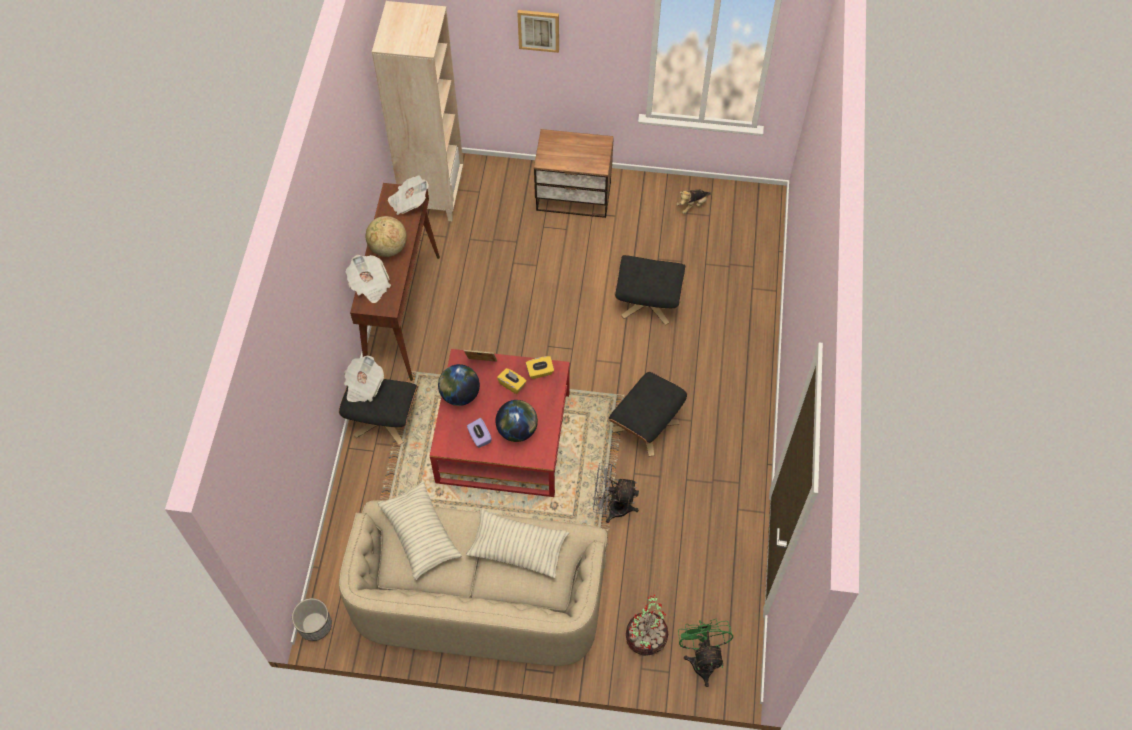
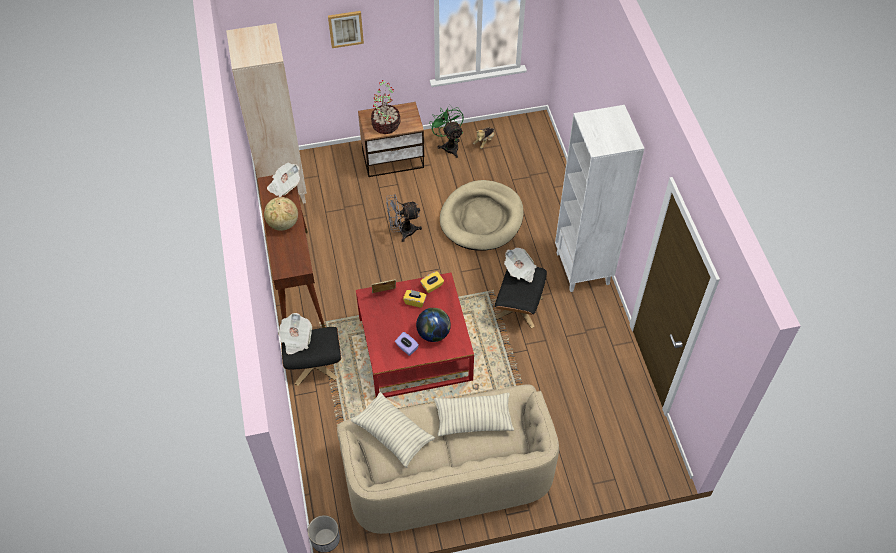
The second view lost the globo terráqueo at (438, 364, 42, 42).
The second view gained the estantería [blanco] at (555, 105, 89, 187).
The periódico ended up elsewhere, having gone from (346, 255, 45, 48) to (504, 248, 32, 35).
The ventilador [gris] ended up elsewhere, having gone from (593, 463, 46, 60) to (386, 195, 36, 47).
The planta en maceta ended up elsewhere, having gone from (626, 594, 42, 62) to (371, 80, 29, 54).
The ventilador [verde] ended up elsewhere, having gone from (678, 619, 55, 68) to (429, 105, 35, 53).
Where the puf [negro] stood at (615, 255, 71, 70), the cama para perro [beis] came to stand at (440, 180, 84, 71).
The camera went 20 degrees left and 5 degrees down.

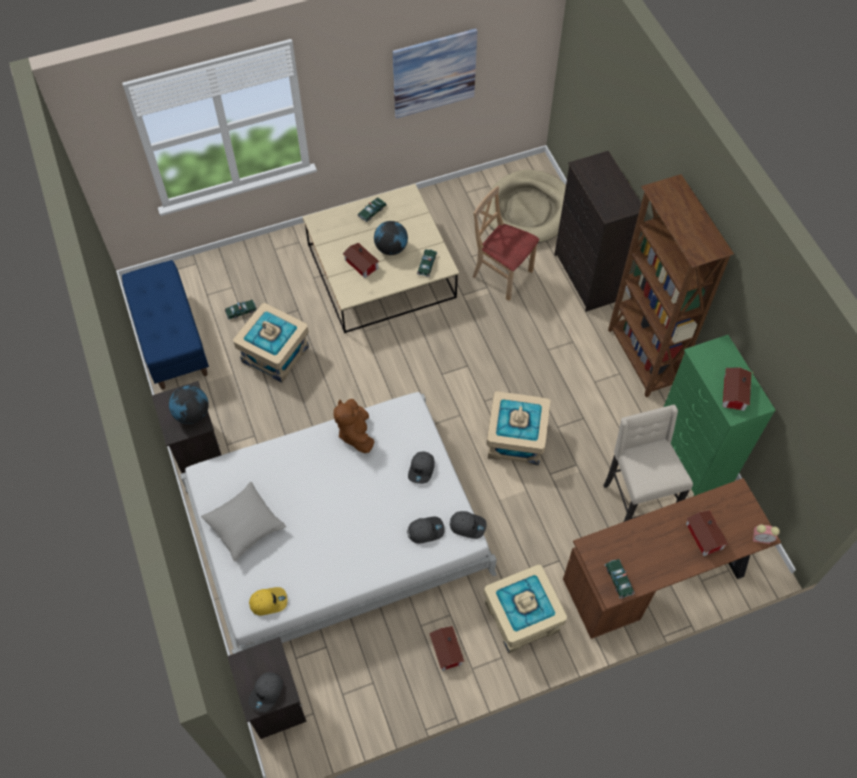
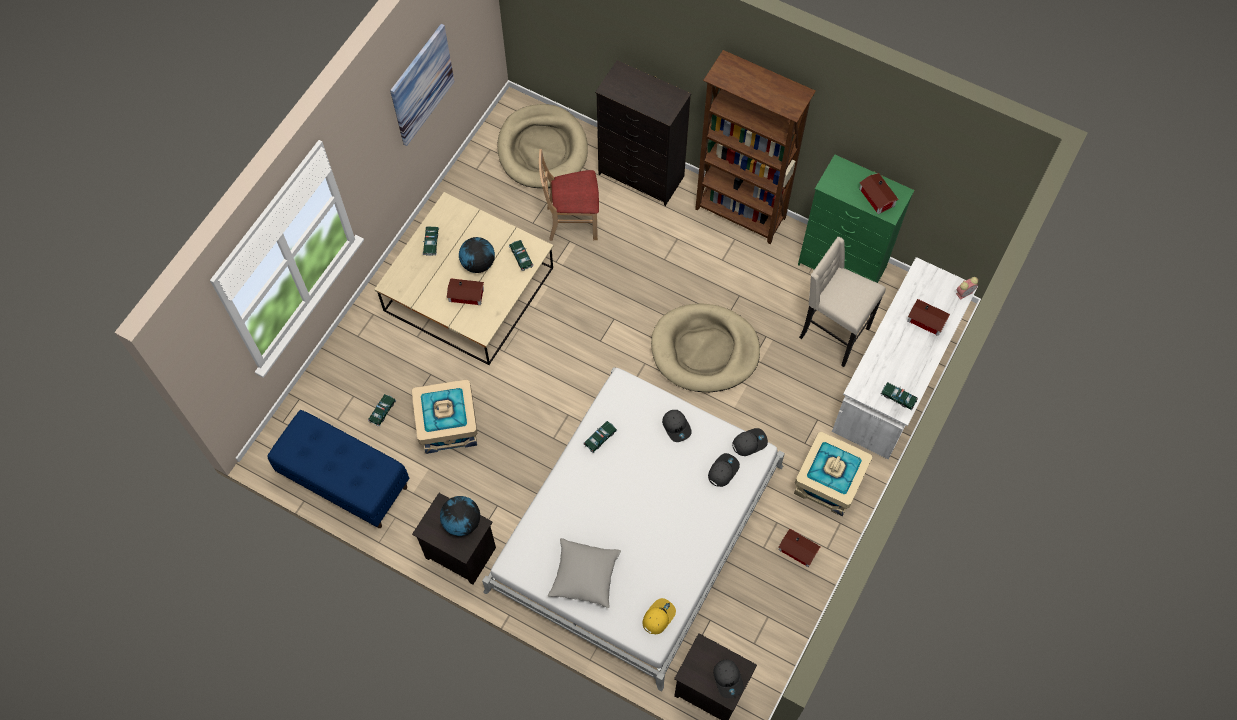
Where the peluche [marrón] stood at (334, 399, 40, 54), the coche de juguete came to stand at (583, 421, 34, 32).
Where the caja de almacenaje [beis] stood at (487, 391, 64, 74), the cama para perro [beis] came to stand at (651, 303, 109, 89).
What was the escritorio [marrón] at (563, 478, 218, 161) turned into the escritorio [blanco] at (832, 257, 145, 202).
The camera went 40 degrees left and 5 degrees up.

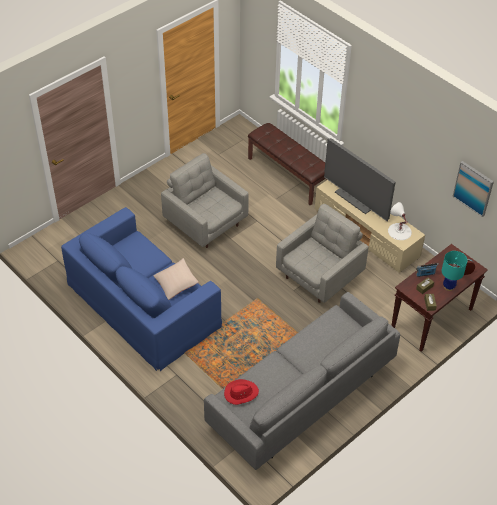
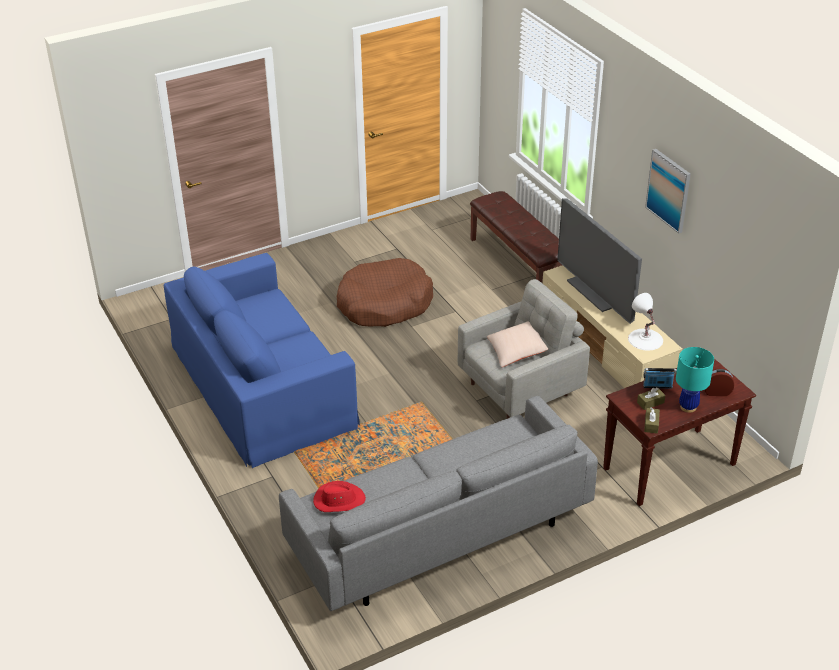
The cojín [beis] ended up elsewhere, having gone from (153, 258, 46, 42) to (487, 322, 61, 45).
The cuadro ended up elsewhere, having gone from (452, 161, 42, 56) to (645, 149, 46, 85).
Where the sillón [gris] stood at (161, 153, 88, 95), the cama para perro [marrón] came to stand at (337, 258, 96, 69).
The camera went 15 degrees right and 10 degrees down.

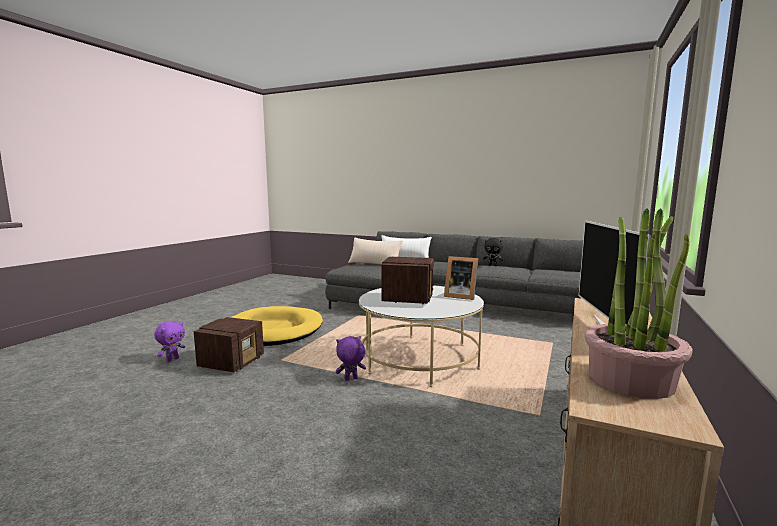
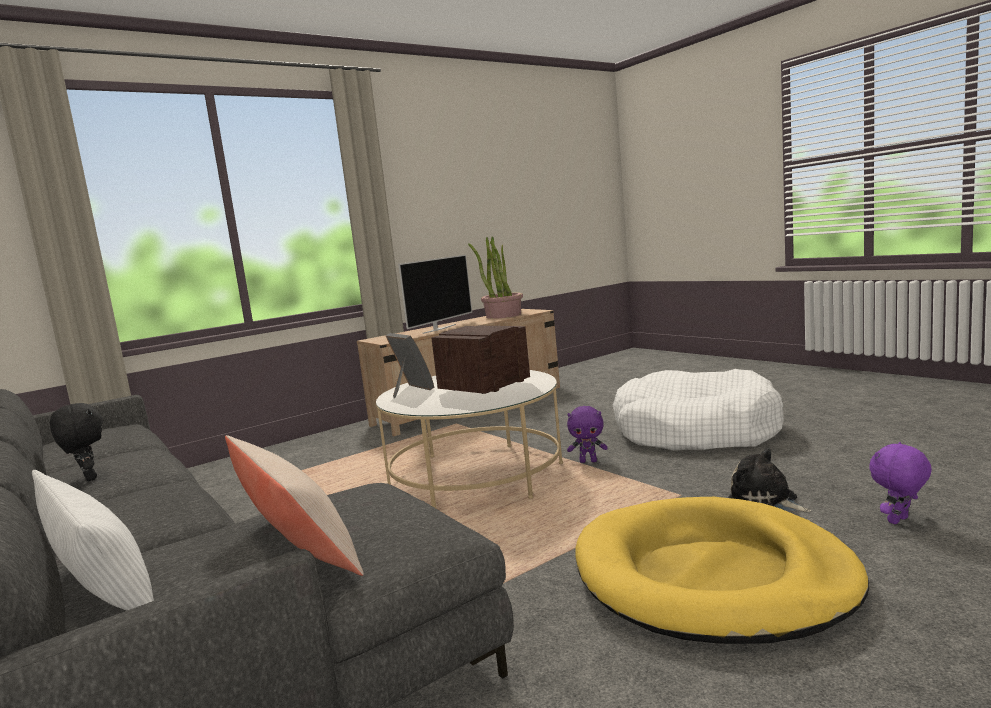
The second view gained the cama para perro [blanco] at (613, 369, 171, 82).
Where the radio stood at (194, 317, 70, 55), the peluche came to stand at (728, 448, 83, 64).
The camera went 150 degrees left and 0 degrees up.

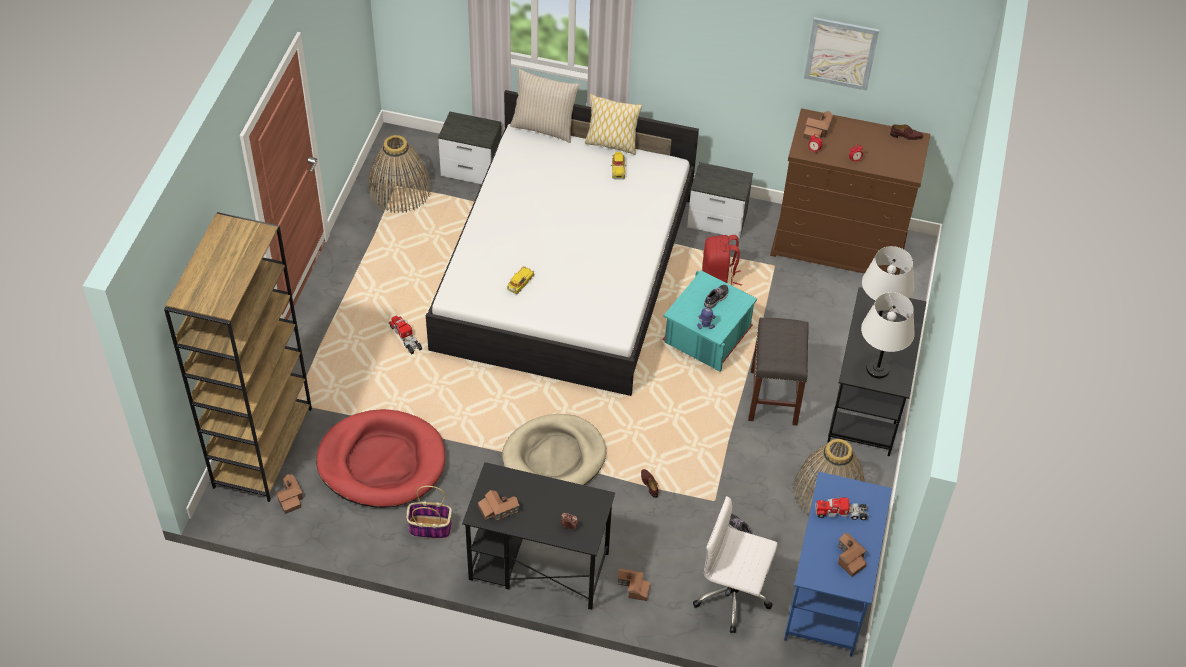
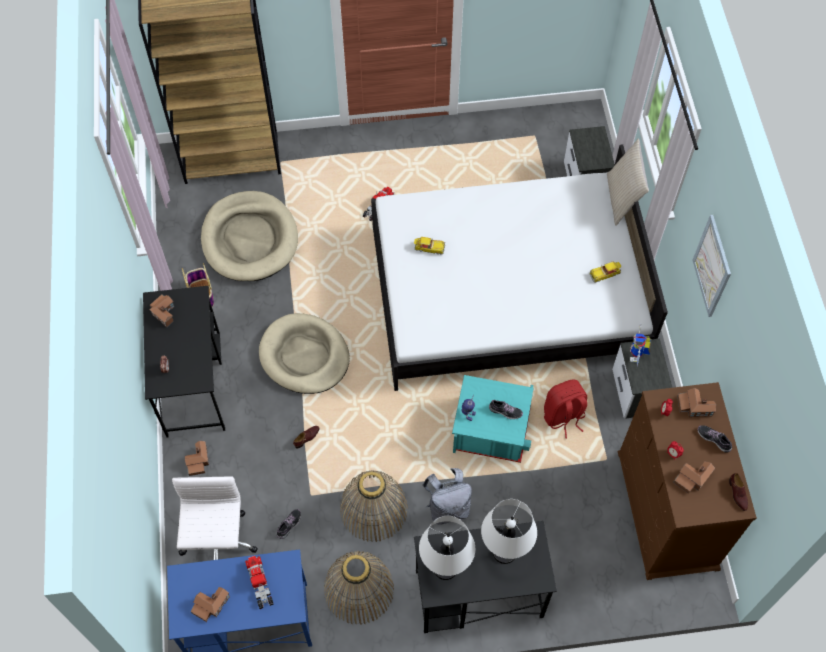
The second view lost the cojín at (585, 94, 57, 61).
The second view gained the robot de juguete at (630, 323, 21, 42).
The second view gained the zapato at (698, 425, 34, 28).
The casita ended up elsewhere, having gone from (276, 474, 27, 40) to (673, 461, 42, 33).
The cesta ended up elsewhere, having gone from (368, 135, 63, 78) to (340, 470, 68, 72).
The cuadro ended up elsewhere, having gone from (804, 17, 75, 74) to (692, 215, 39, 102).
Where the taburete [gris] stood at (748, 318, 61, 107), the mochila [gris] came to stand at (422, 468, 50, 57).
What was the cama para perro [rojo] at (316, 409, 129, 99) turned into the cama para perro [beis] at (201, 191, 97, 90).
The camera went 70 degrees right and 10 degrees up.

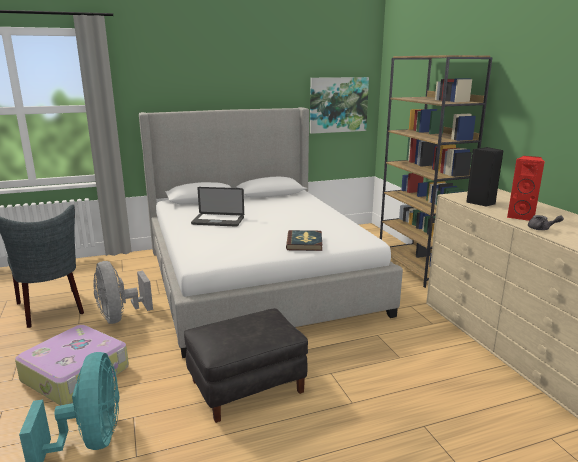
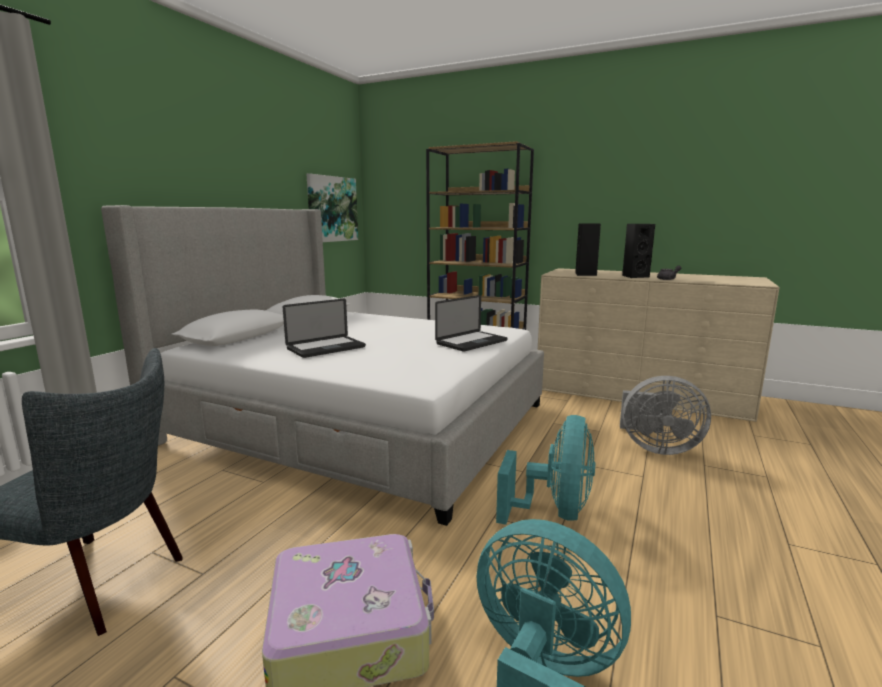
The ventilador [gris] ended up elsewhere, having gone from (93, 261, 60, 63) to (620, 376, 91, 79).
Where the puf [negro] stood at (184, 308, 124, 115), the ventilador [turquesa] came to stand at (496, 415, 99, 110).
Where the libro stood at (286, 230, 36, 21), the portátil came to stand at (435, 295, 73, 57).
What was the altavoz [rojo] at (507, 156, 38, 65) turned into the altavoz [negro] at (622, 224, 33, 54).
The camera went 45 degrees left and 5 degrees down.

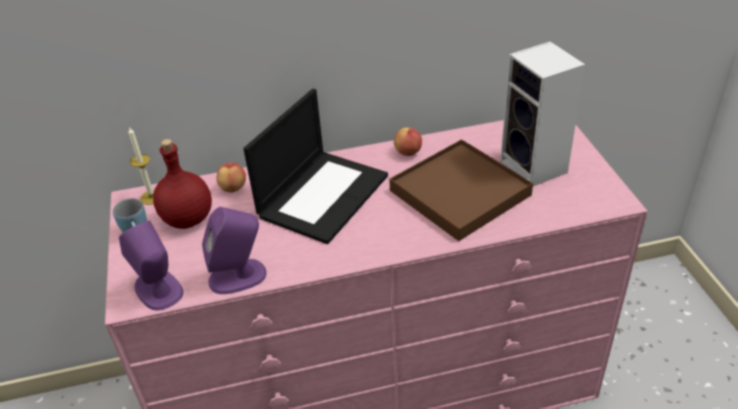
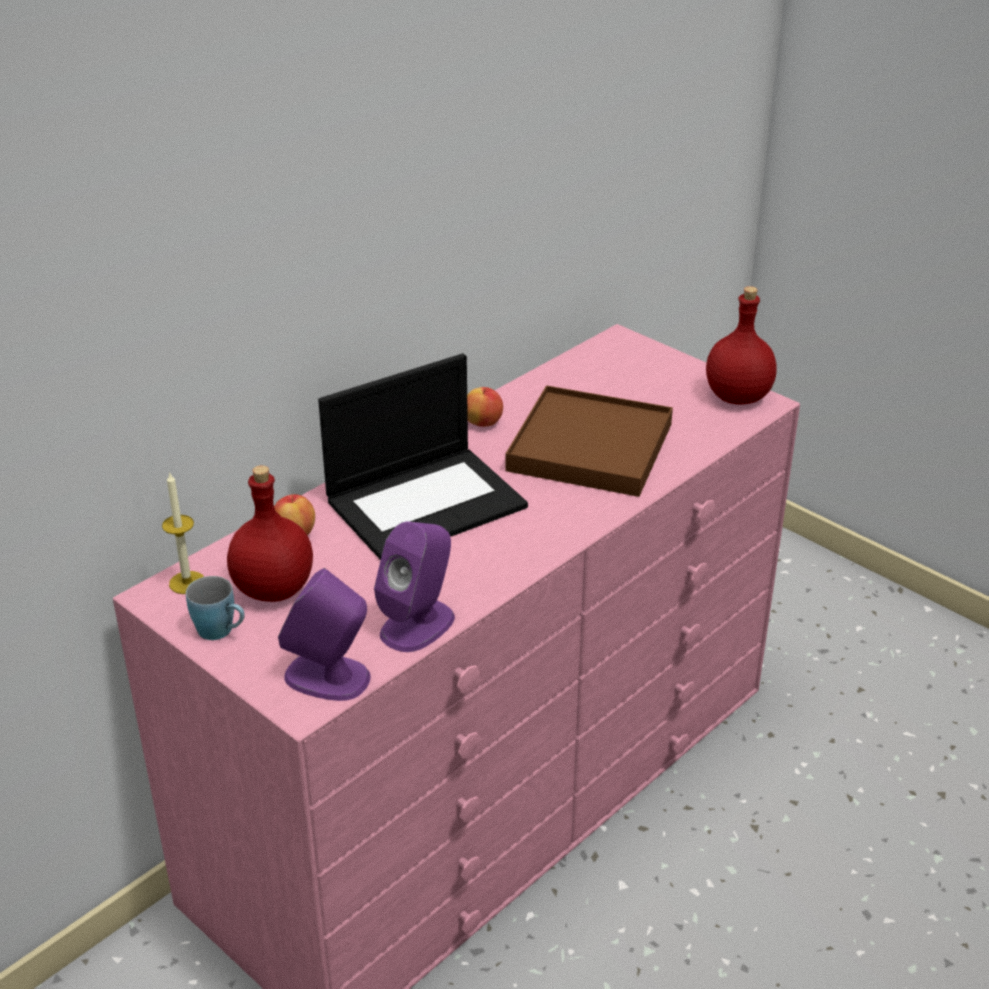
The second view lost the altavoz at (500, 41, 85, 145).
The second view gained the botella [rojo] at (706, 286, 70, 118).
The portátil at (243, 89, 145, 155) ended up facing another way, 60 degrees clockwise from before.
The camera went 35 degrees left and 5 degrees down.

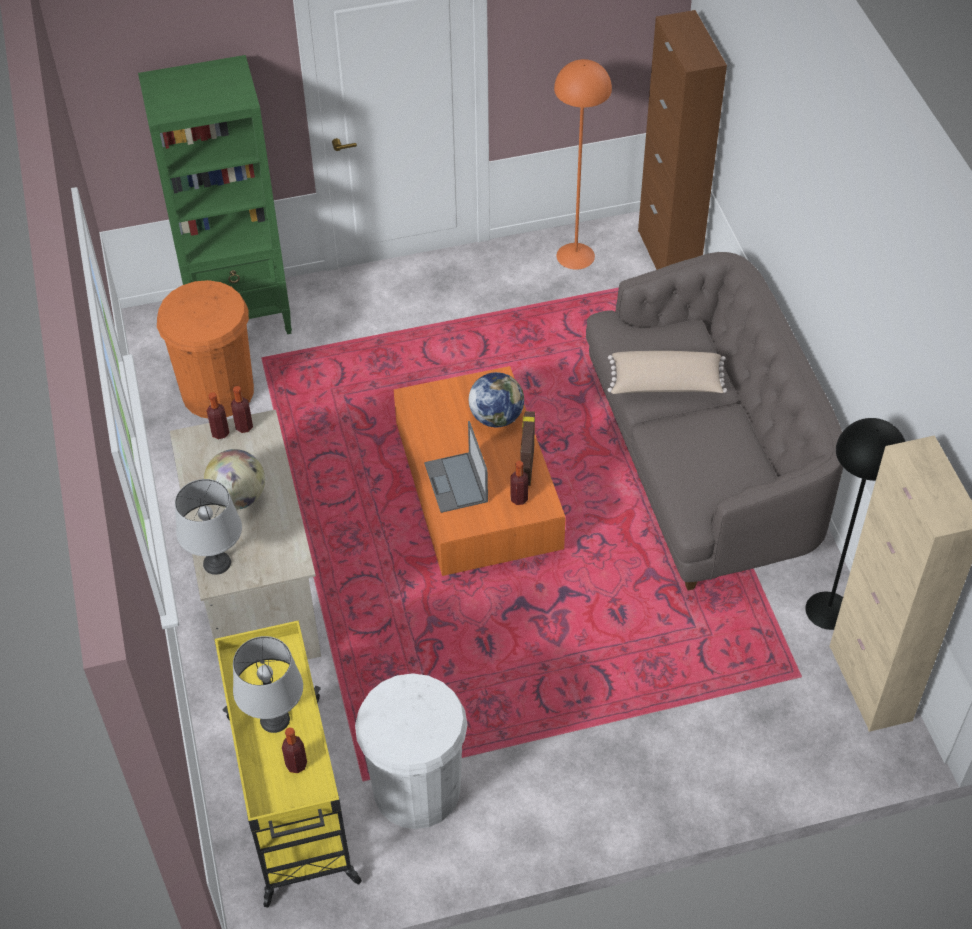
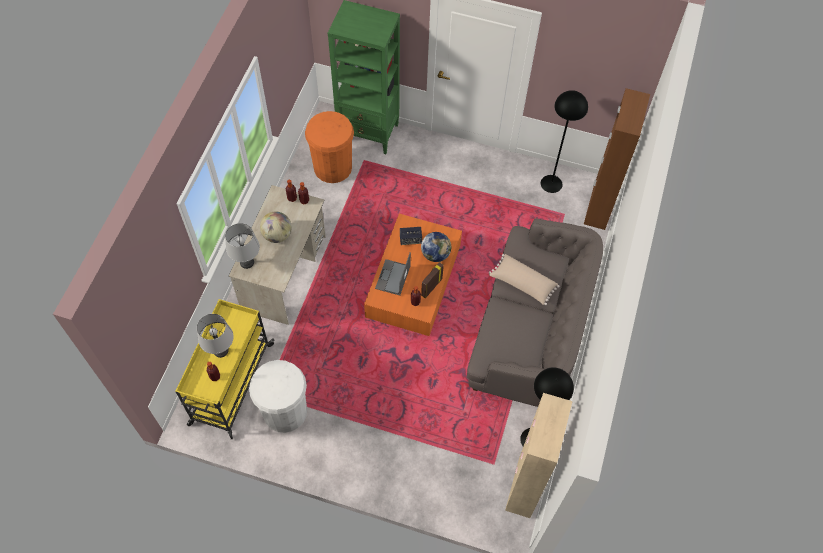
The second view gained the altavoz at (400, 227, 22, 18).
What was the lámpara de pie [naranja] at (554, 59, 58, 211) turned into the lámpara de pie [negro] at (541, 90, 47, 103).
The camera went 30 degrees right and 10 degrees up.

